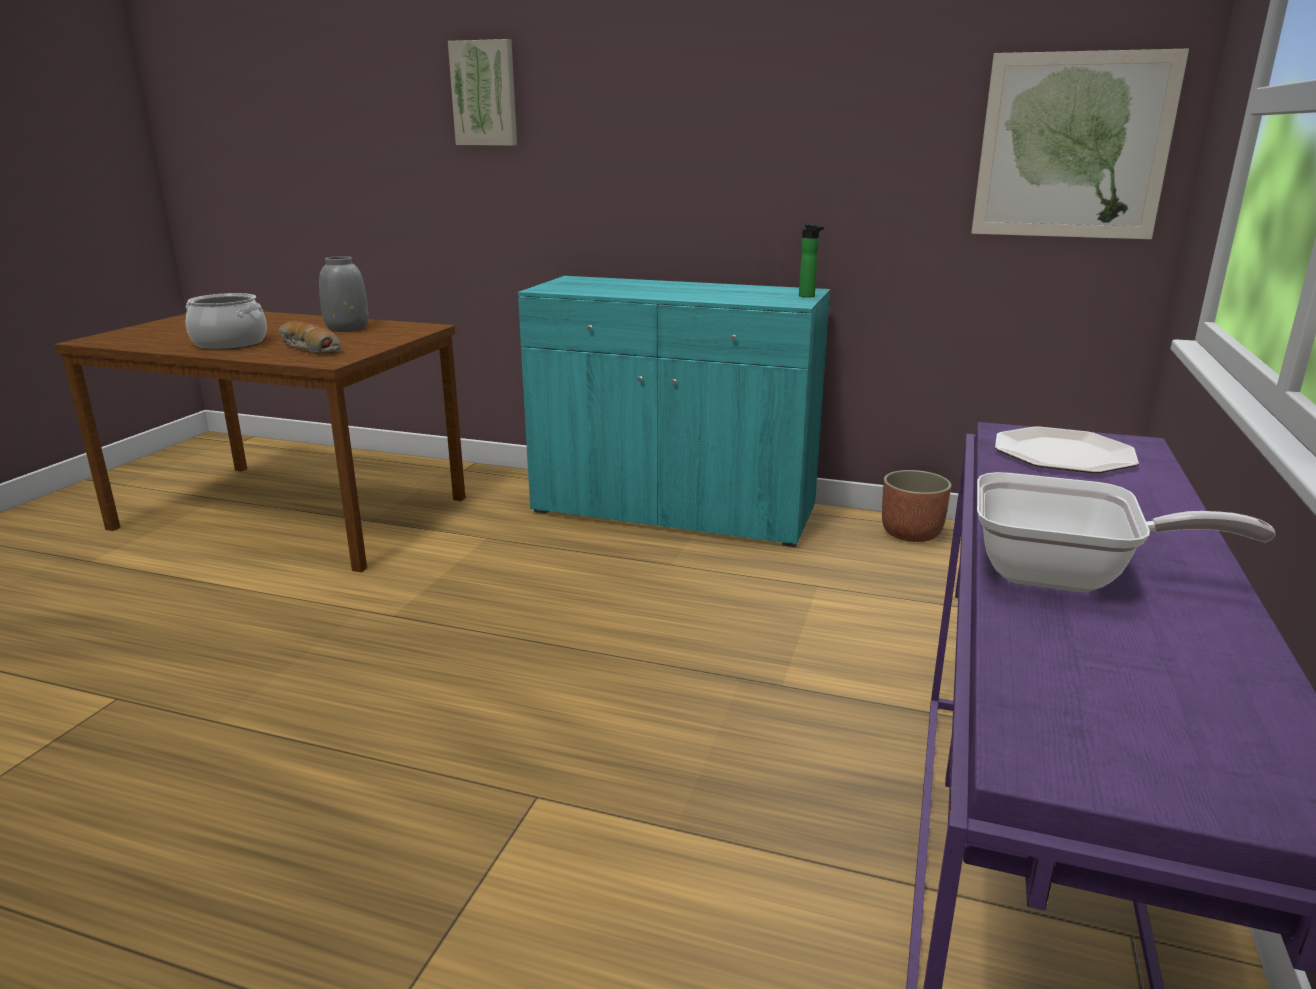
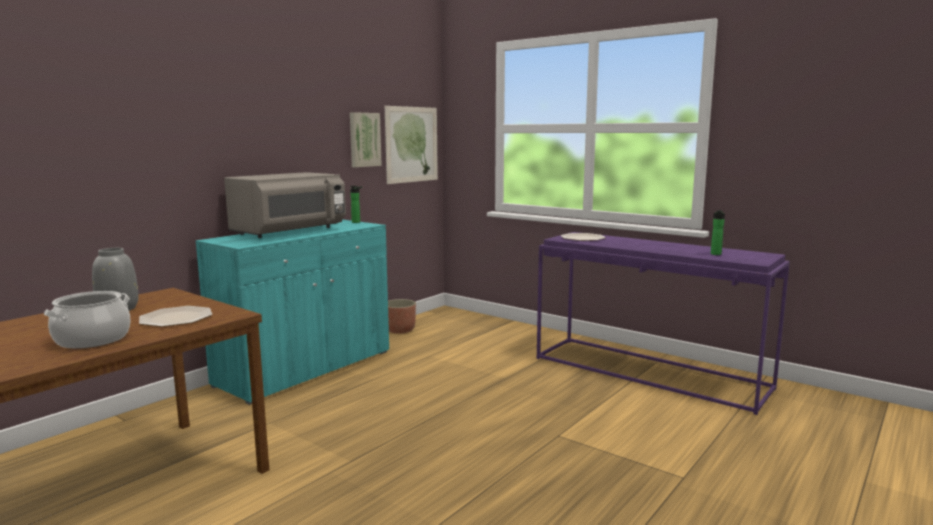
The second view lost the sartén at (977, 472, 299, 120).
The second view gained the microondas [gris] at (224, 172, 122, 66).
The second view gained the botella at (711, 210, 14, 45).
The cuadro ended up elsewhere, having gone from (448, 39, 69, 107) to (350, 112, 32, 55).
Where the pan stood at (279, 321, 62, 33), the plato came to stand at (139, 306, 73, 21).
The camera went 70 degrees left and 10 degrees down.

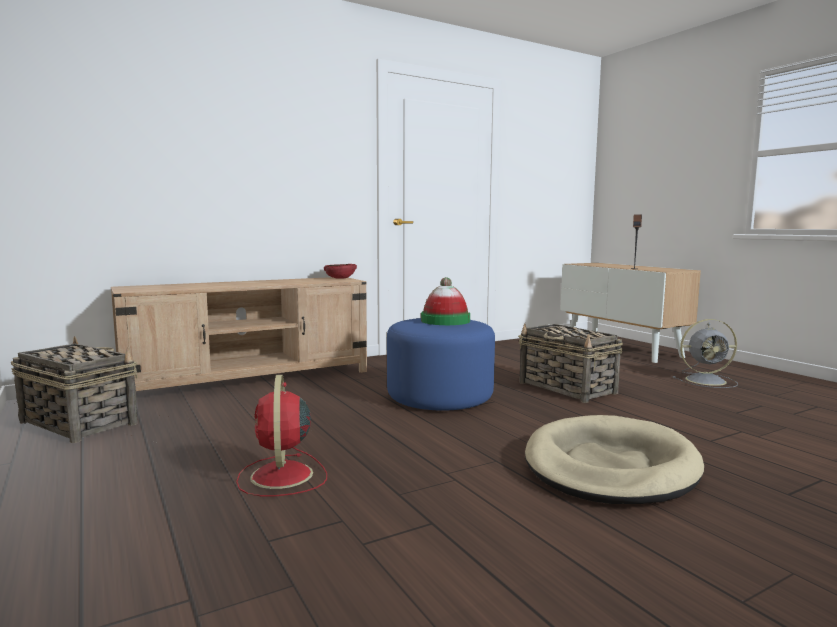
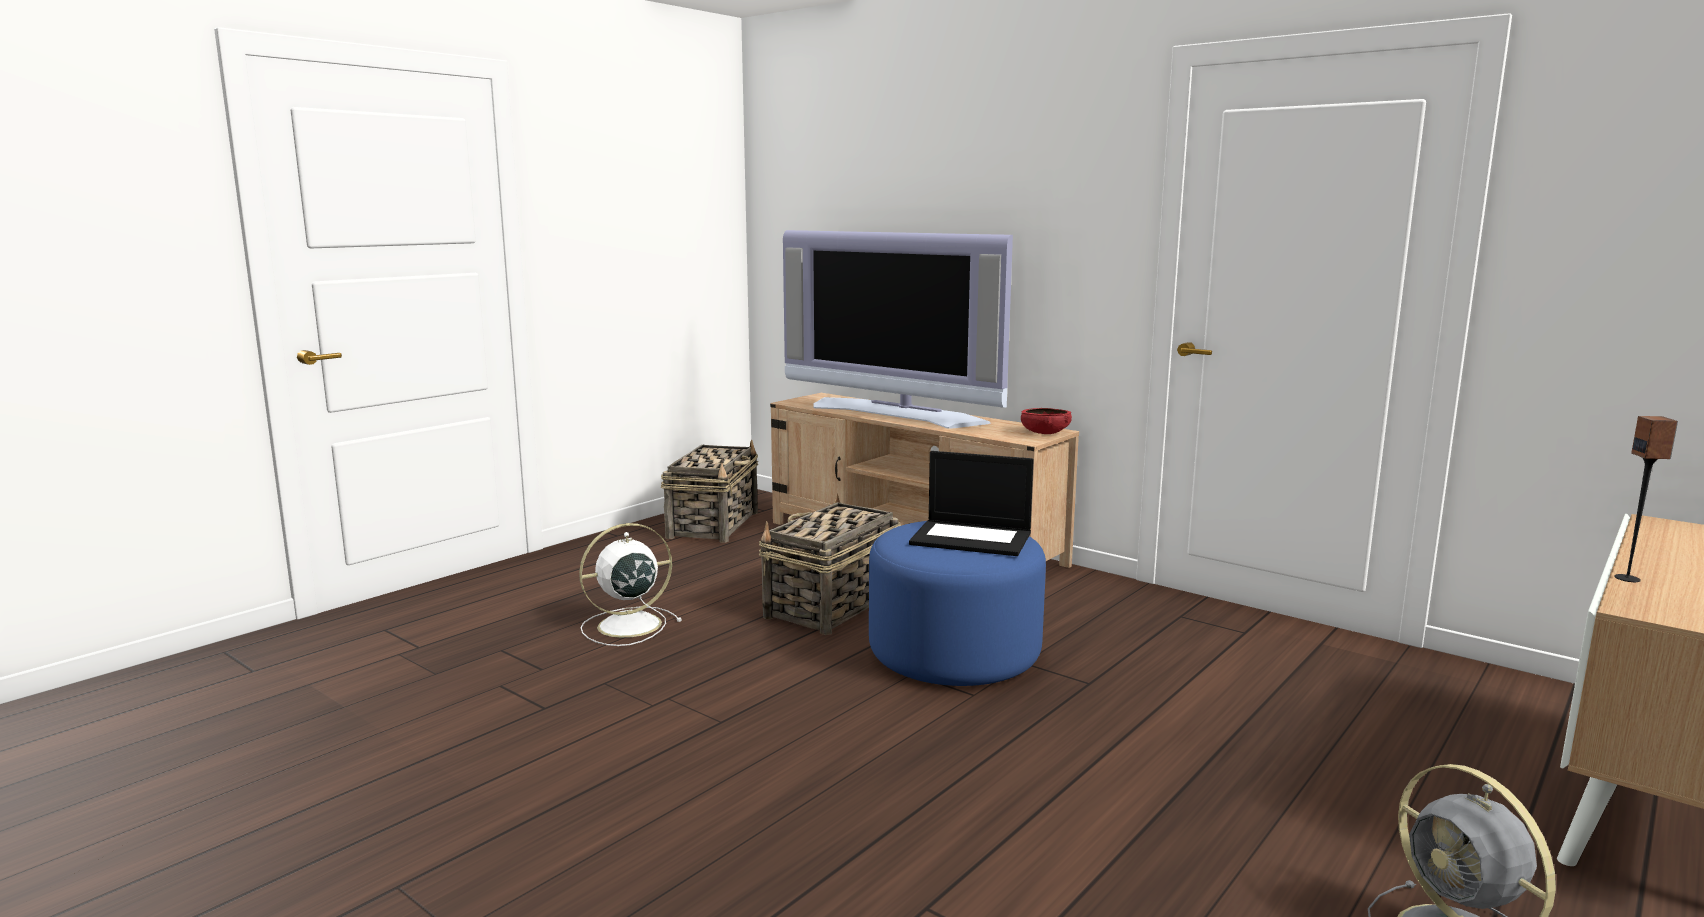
The second view lost the cama para perro [beis] at (525, 415, 179, 89).
The second view gained the televisor at (783, 230, 230, 199).
The cesta ended up elsewhere, having gone from (518, 323, 105, 80) to (759, 494, 142, 141).
Where the sombrero stood at (421, 277, 49, 48), the portátil came to stand at (909, 451, 125, 105).
What was the ventilador [rojo] at (236, 375, 91, 122) turned into the ventilador [blanco] at (579, 523, 103, 123).
The camera went 70 degrees right and 5 degrees up.

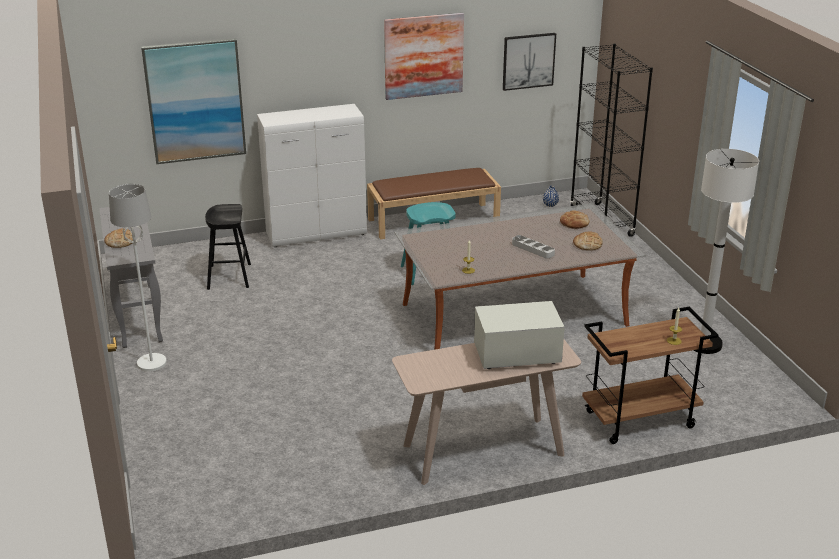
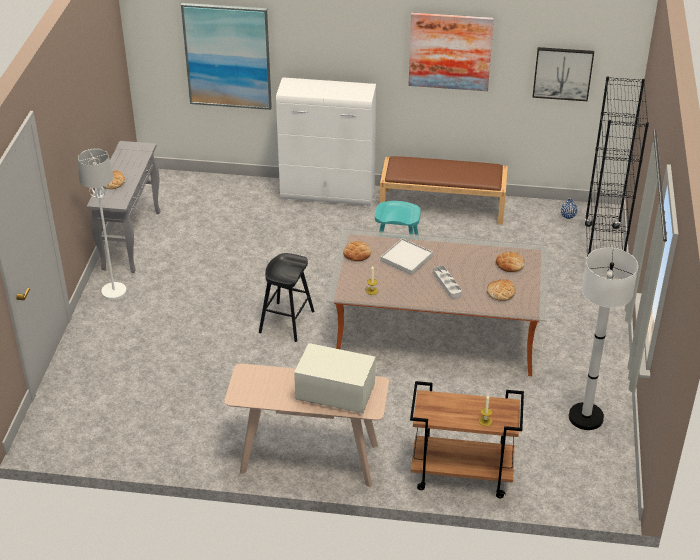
The second view gained the pan at (343, 241, 28, 20).
The second view gained the bandeja [blanco] at (381, 238, 52, 37).
The taburete [negro] ended up elsewhere, having gone from (205, 204, 46, 86) to (259, 253, 56, 89).
The camera went 25 degrees right and 10 degrees up.

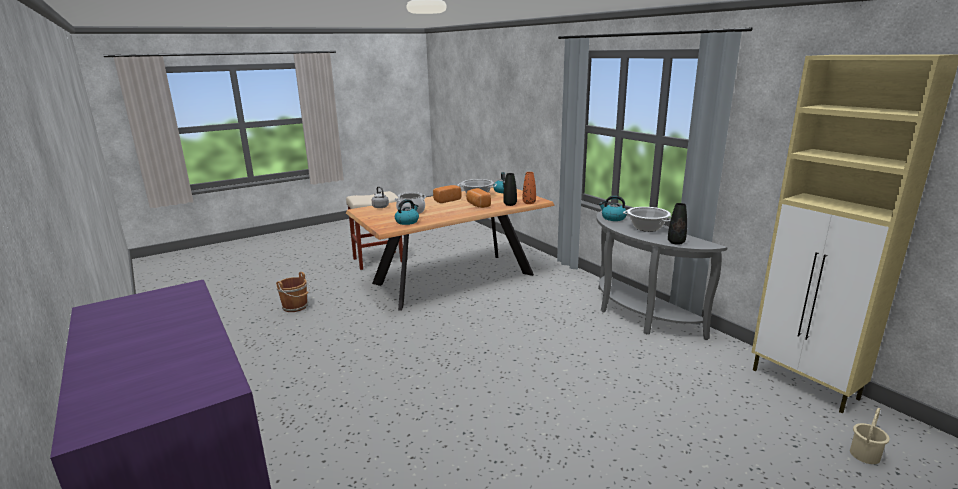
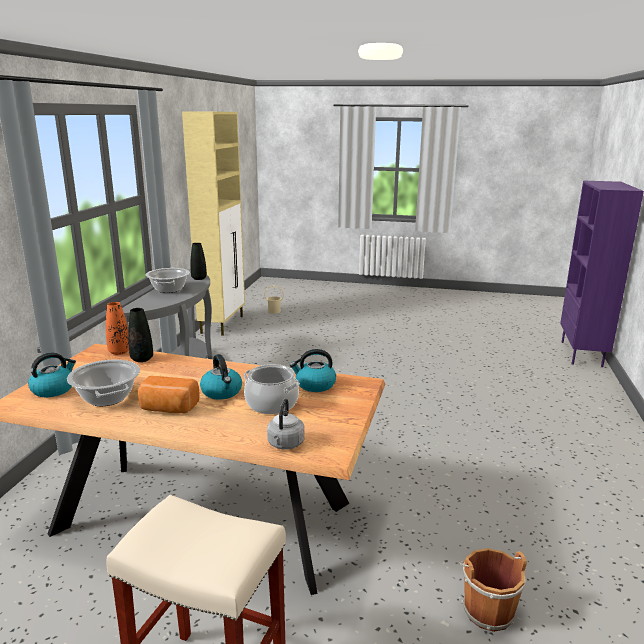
The second view lost the pan at (466, 188, 25, 20).
The hervidor ended up elsewhere, having gone from (599, 196, 28, 25) to (200, 354, 42, 46).
The camera went 135 degrees left and 0 degrees up.

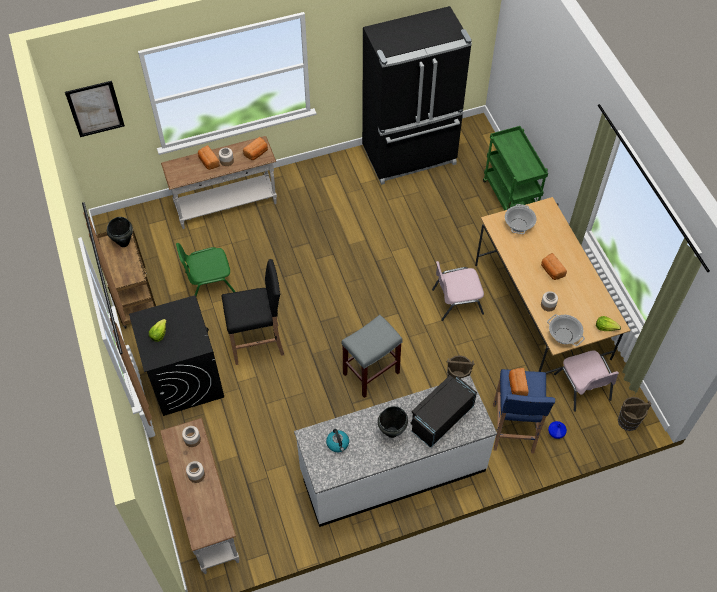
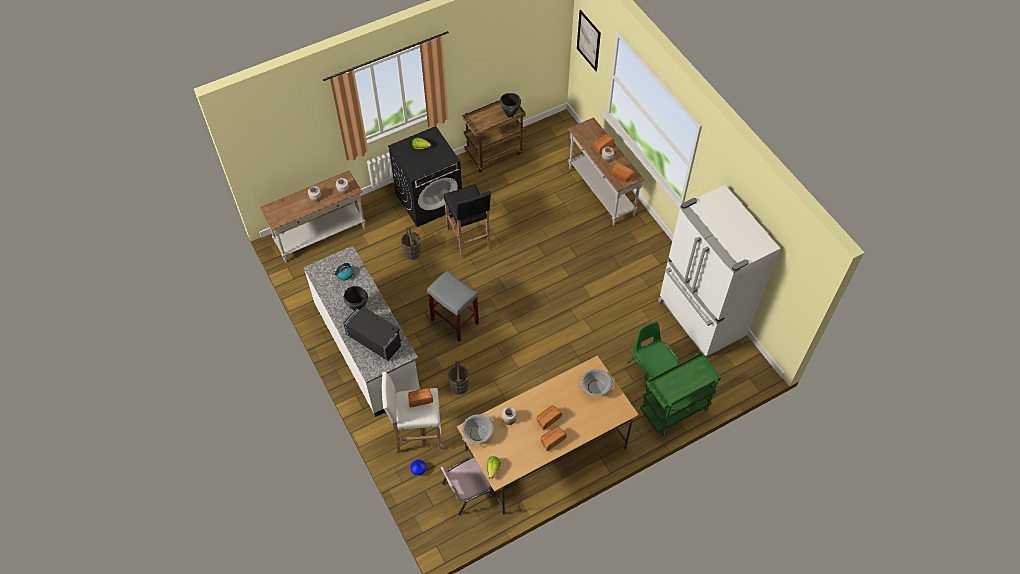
The second view lost the silla [rosa] at (432, 261, 52, 60).
The second view gained the pan at (541, 426, 26, 25).
The silla [verde] ended up elsewhere, having gone from (176, 243, 59, 53) to (628, 321, 51, 69).
The cubo [marrón] ended up elsewhere, having gone from (618, 397, 33, 34) to (401, 227, 20, 33).
What was the nevera [negro] at (362, 6, 110, 179) turned into the nevera [blanco] at (658, 185, 122, 172).
What was the taburete [azul] at (493, 369, 62, 84) turned into the taburete [blanco] at (382, 372, 61, 81).
The camera went 80 degrees right and 0 degrees up.

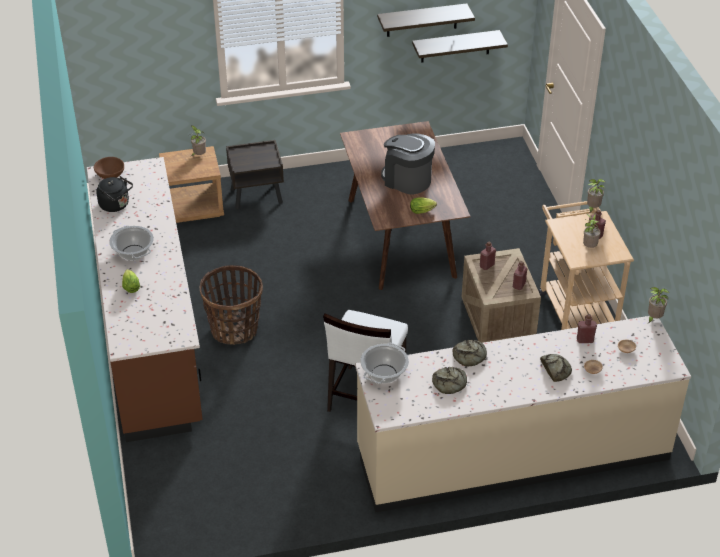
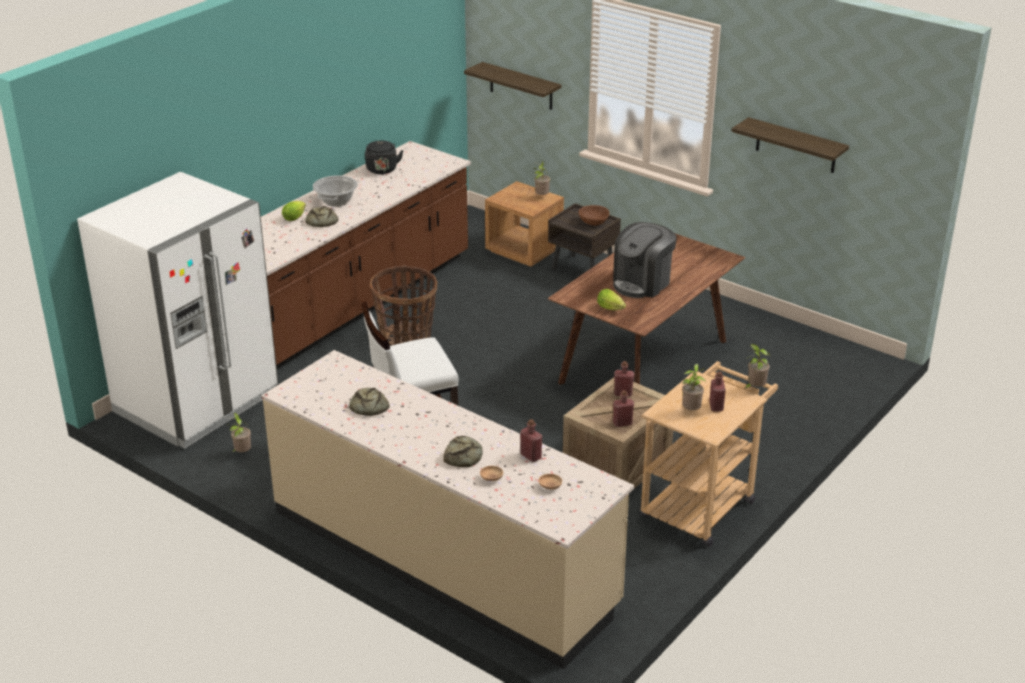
The second view lost the olla at (360, 343, 49, 41).
The second view gained the nevera [blanco] at (77, 172, 201, 276).
The cuenco [marrón] ended up elsewhere, having gone from (94, 157, 30, 22) to (578, 205, 31, 21).
The estante ended up elsewhere, having gone from (412, 30, 96, 33) to (464, 62, 97, 48).
The pan ended up elsewhere, having gone from (452, 340, 35, 26) to (305, 206, 33, 21).
The planta en maceta ended up elsewhere, having gone from (648, 287, 21, 36) to (226, 413, 25, 39).
The cafetera at (381, 133, 54, 61) ended up facing another way, 135 degrees counterclockwise from before.
The camera went 50 degrees right and 10 degrees down.

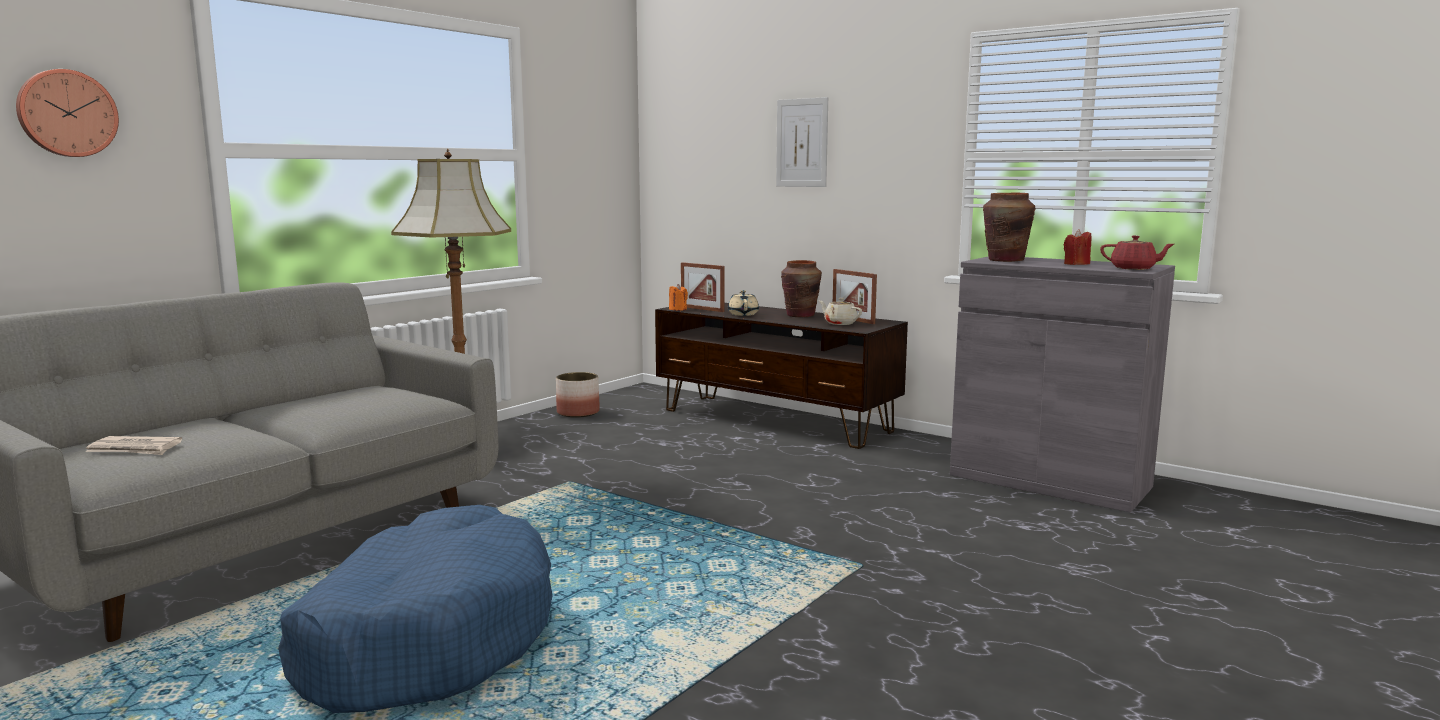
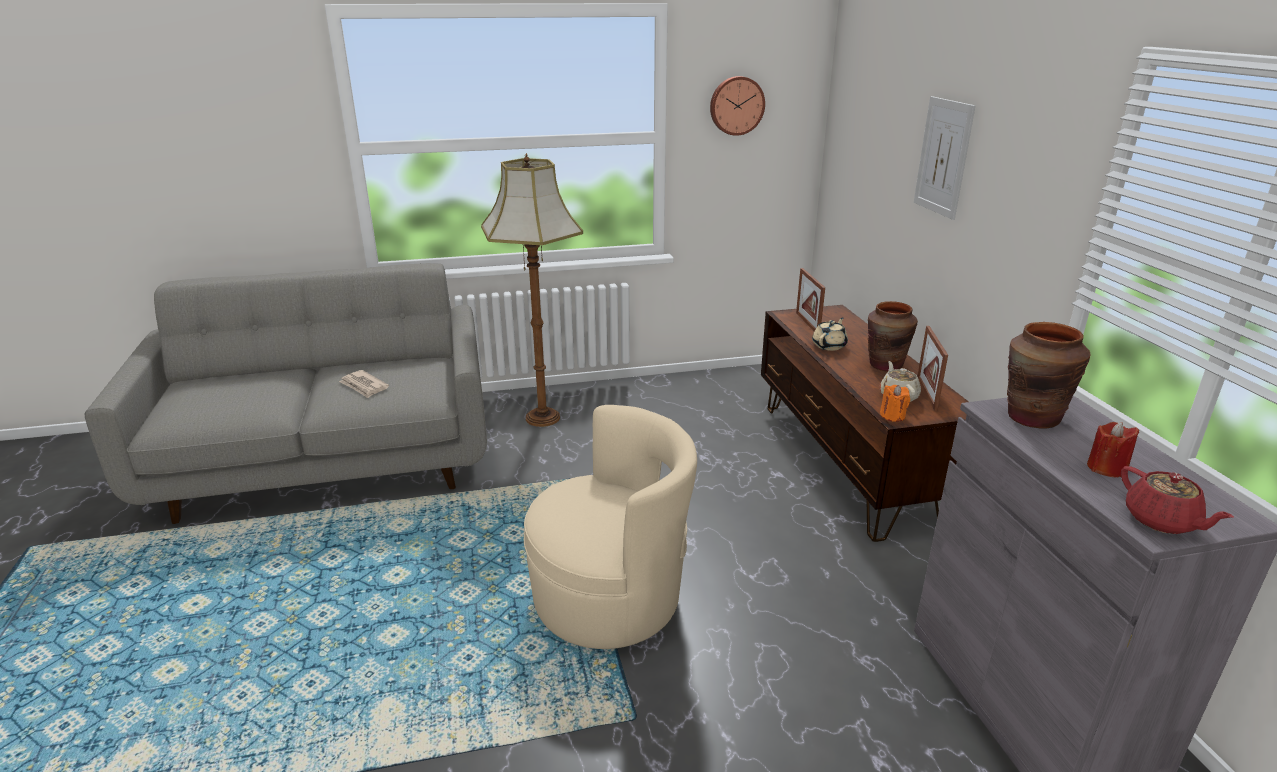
The second view lost the cama para perro [azul] at (278, 505, 275, 208).
The second view lost the maceta at (556, 372, 44, 46).
The second view gained the sillón [beis] at (524, 405, 173, 244).
The reloj de pared ended up elsewhere, having gone from (16, 69, 103, 88) to (710, 76, 55, 60).
The periódico ended up elsewhere, having gone from (85, 436, 97, 19) to (339, 370, 50, 28).
The vela [naranja] ended up elsewhere, having gone from (669, 284, 19, 27) to (880, 385, 30, 37).
The camera went 40 degrees right and 15 degrees up.

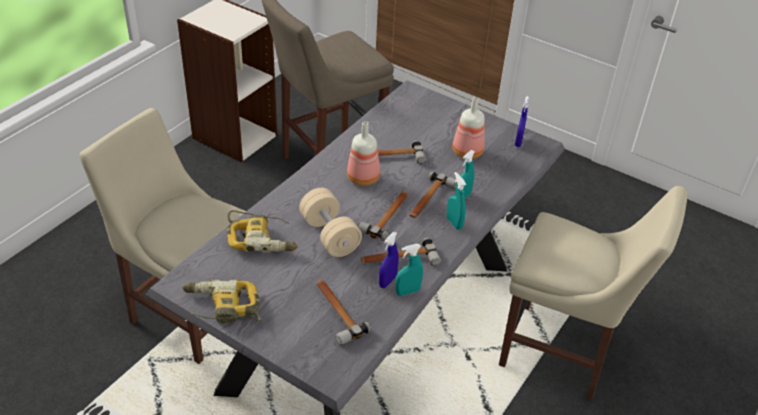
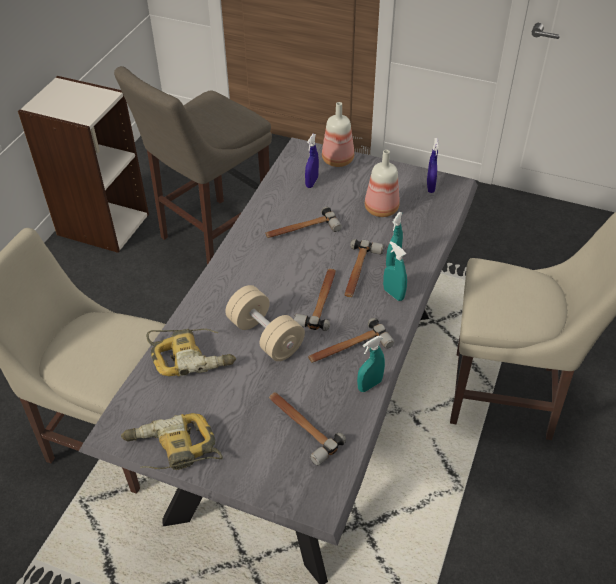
The botella ended up elsewhere, having gone from (347, 121, 33, 65) to (322, 102, 32, 65).
The pulverizador [azul] ended up elsewhere, having gone from (379, 232, 20, 56) to (305, 134, 14, 54).
The camera went 10 degrees left and 5 degrees up.

